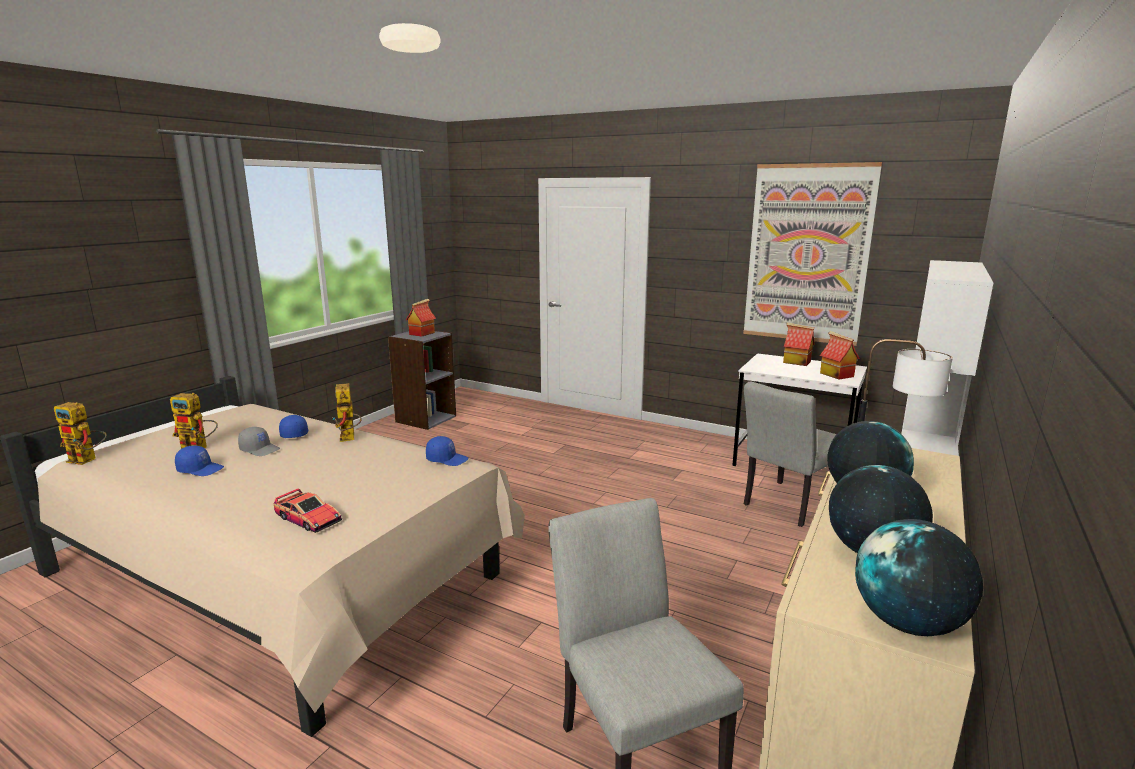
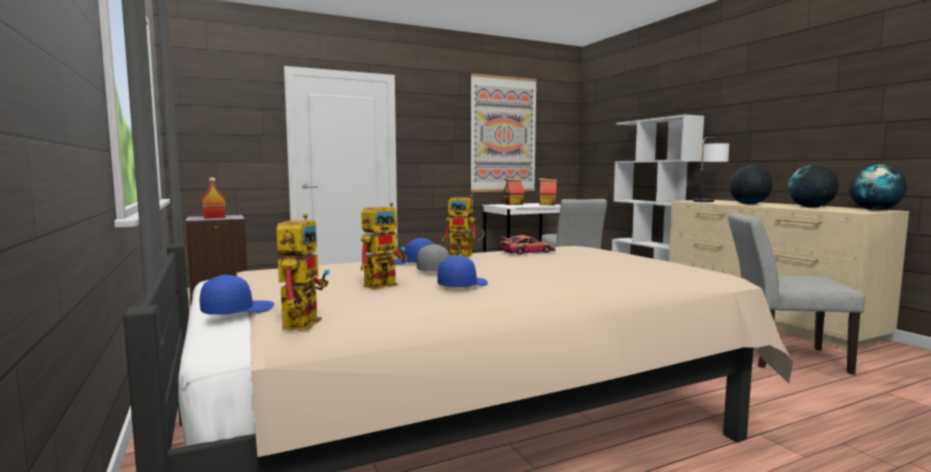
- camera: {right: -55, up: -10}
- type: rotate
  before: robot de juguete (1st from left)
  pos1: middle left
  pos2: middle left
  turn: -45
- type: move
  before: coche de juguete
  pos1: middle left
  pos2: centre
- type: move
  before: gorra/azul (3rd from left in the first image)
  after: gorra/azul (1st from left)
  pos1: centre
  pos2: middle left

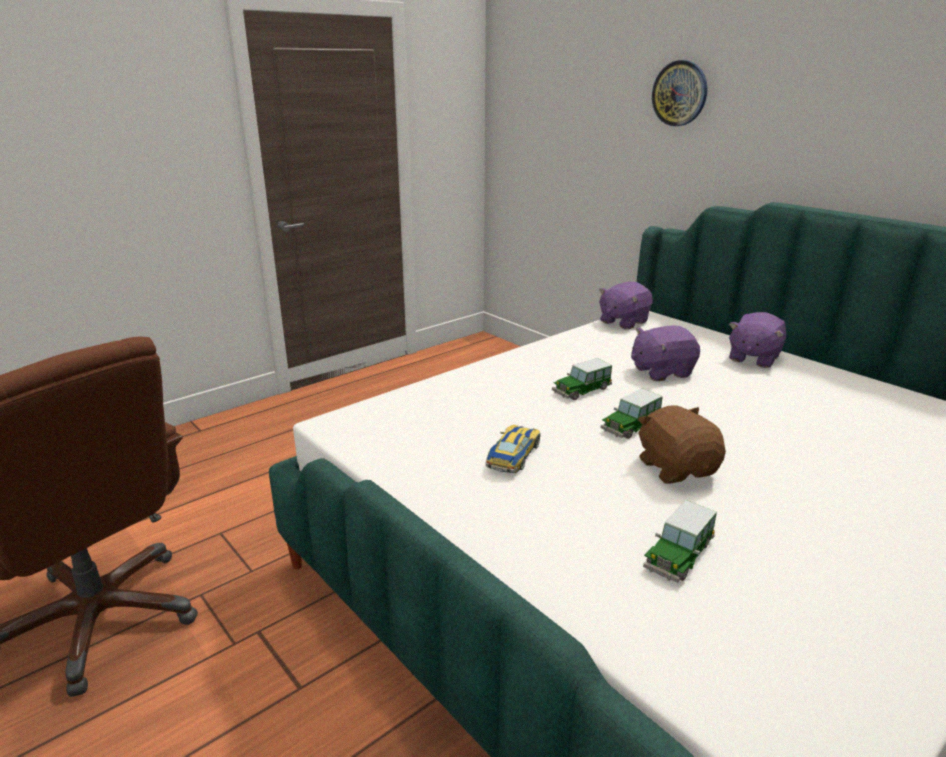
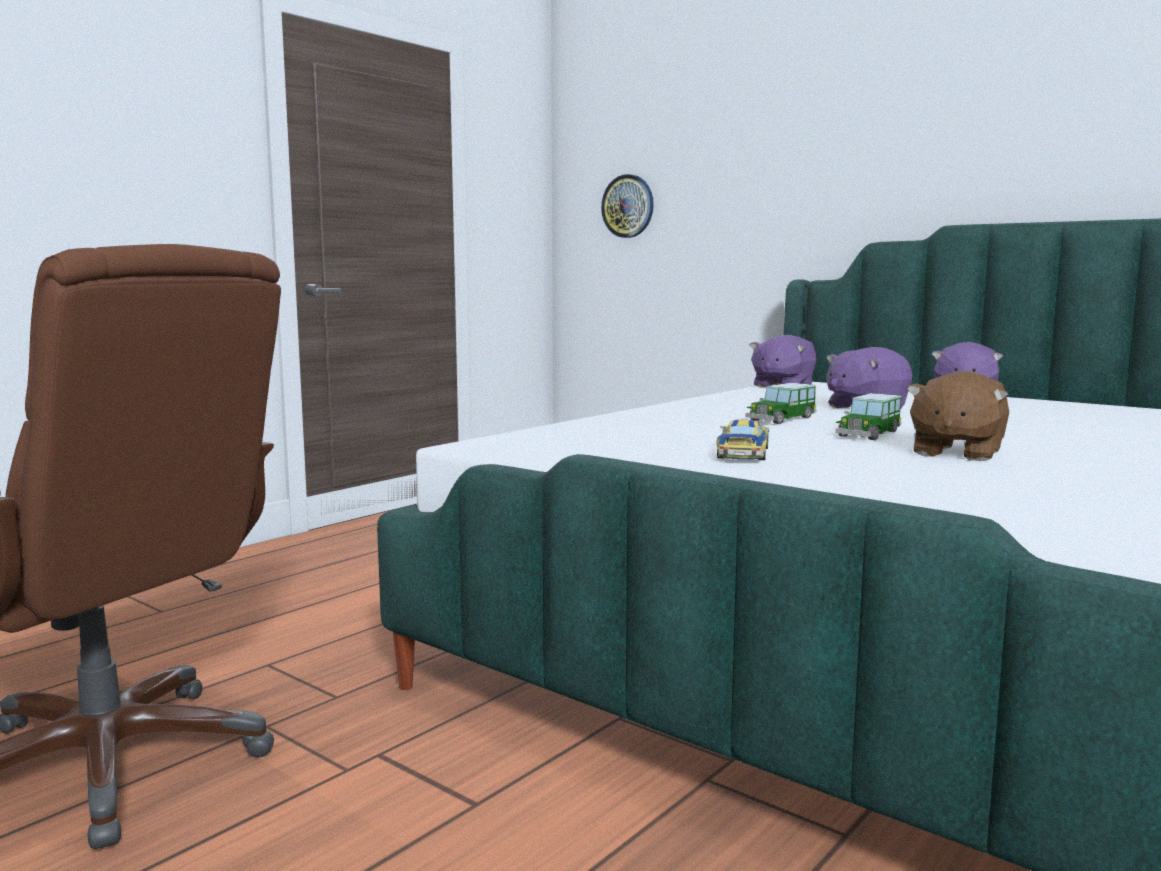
- camera: {right: -10, up: -15}
- type: rotate
  before: peluche/marrón
  pos1: middle right
  pos2: middle right
  turn: -120
- type: delete
  before: coche de juguete (4th from left)
  pos1: bottom right
- type: move
  before: reloj de pared
  pos1: top right
  pos2: top centre

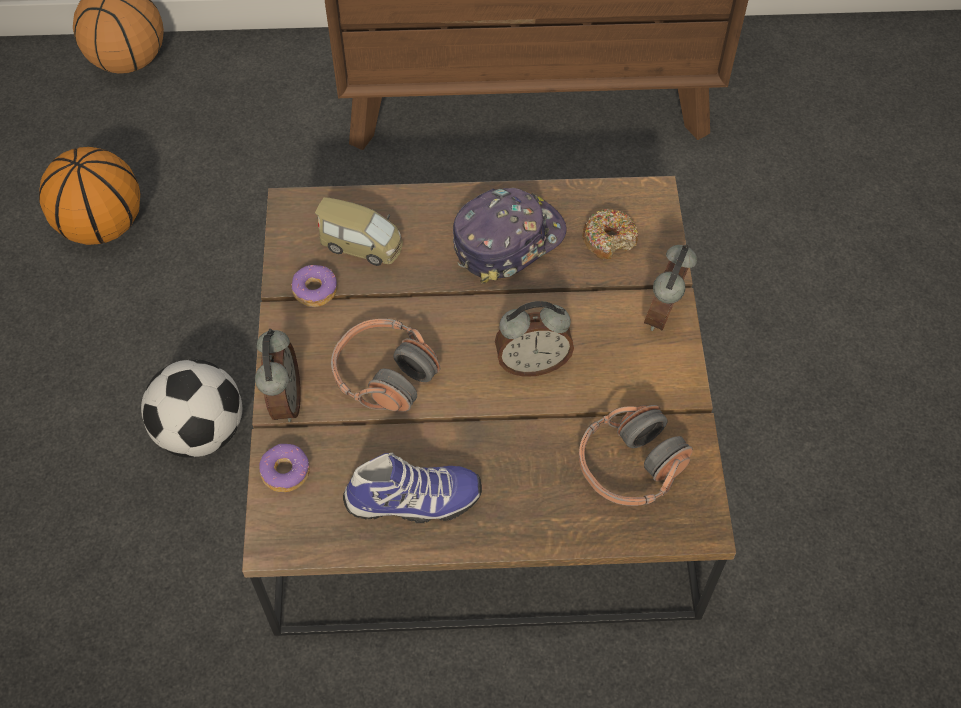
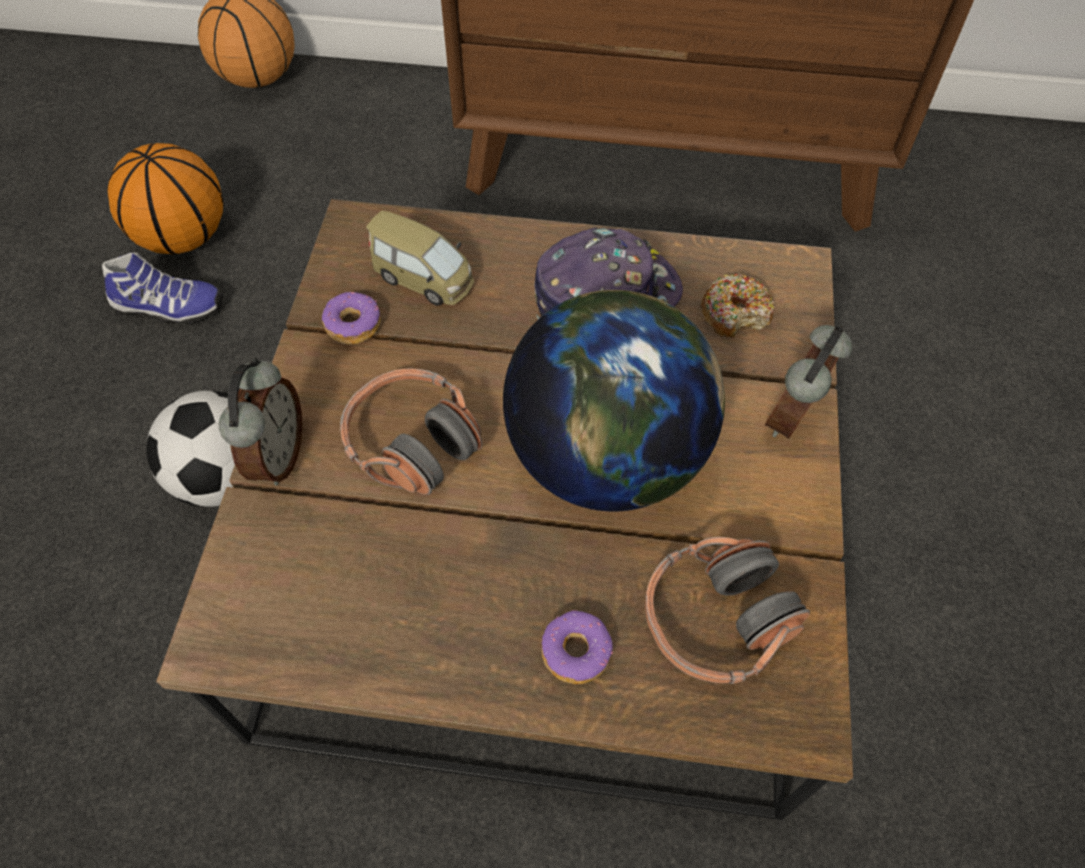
- camera: {right: 10, up: 0}
- type: move
  before: rosquilla (1st from left in the first image)
  after: rosquilla (2nd from left)
  pos1: middle left
  pos2: bottom centre
- type: move
  before: zapato
  pos1: bottom centre
  pos2: top left
- type: replace
  before: despertador (2nd from left)
  after: globo terráqueo
  pos1: centre
  pos2: centre

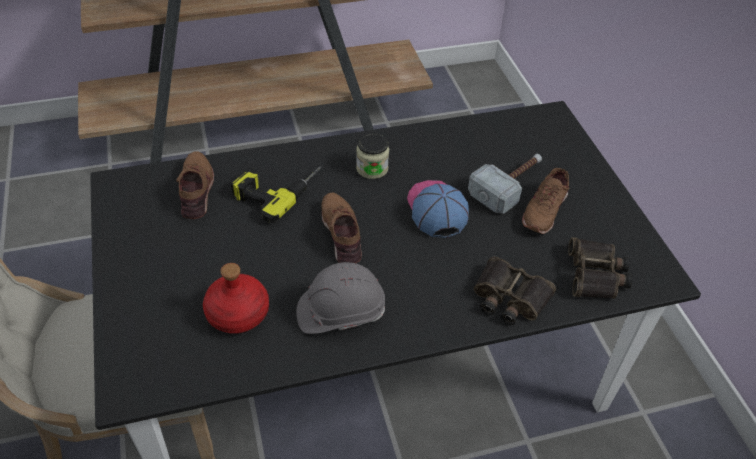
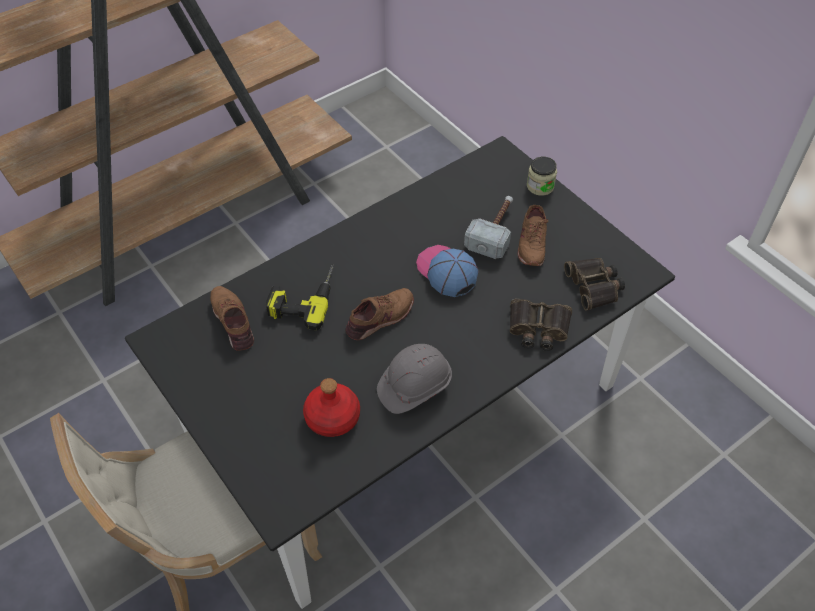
- camera: {right: -20, up: 5}
- type: rotate
  before: zapato/marrón (2nd from left)
  pos1: centre
  pos2: centre
  turn: 90
- type: move
  before: tarro
  pos1: centre
  pos2: top centre

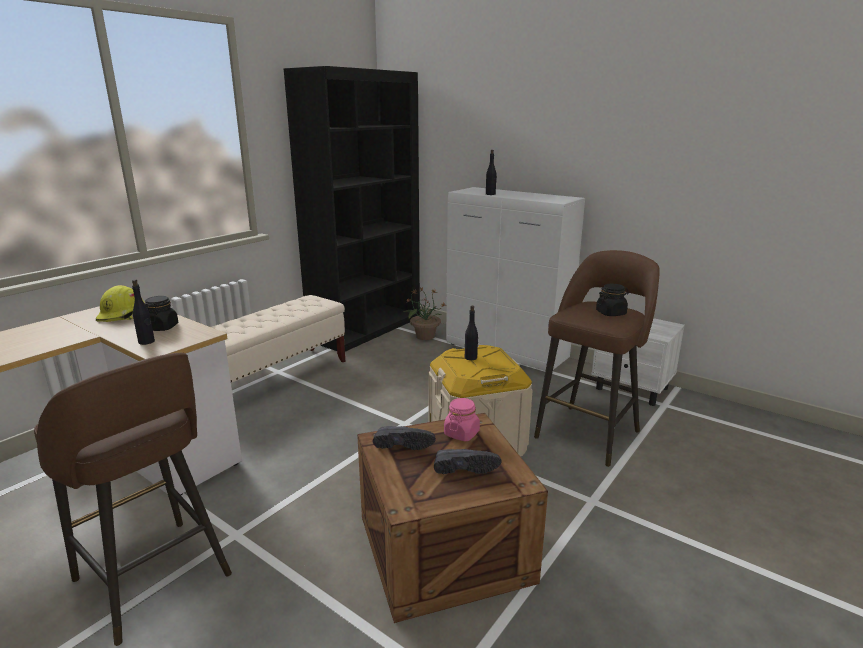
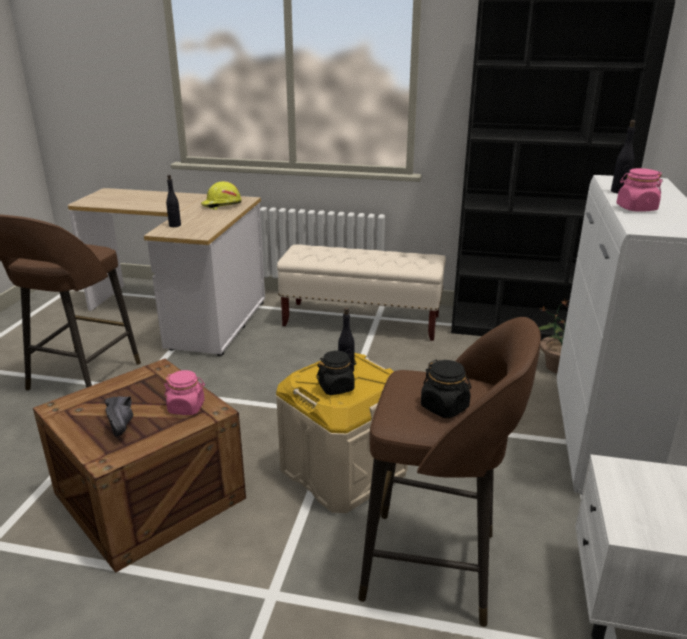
- camera: {right: 65, up: 5}
- type: move
  before: tarro/negro (1st from left)
  pos1: middle left
  pos2: centre
- type: delete
  before: zapato/negro (1st from left)
  pos1: bottom centre
- type: insert
  after: tarro/rosa (2nd from left)
  pos2: top right

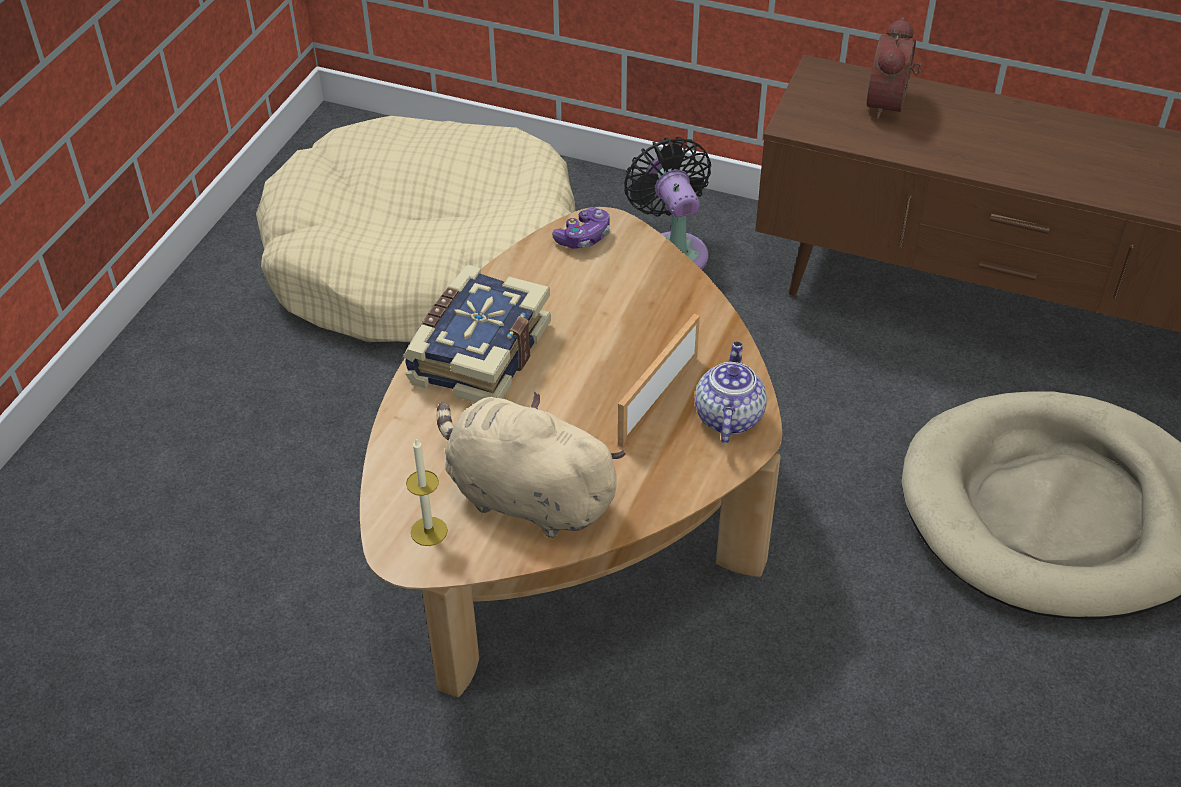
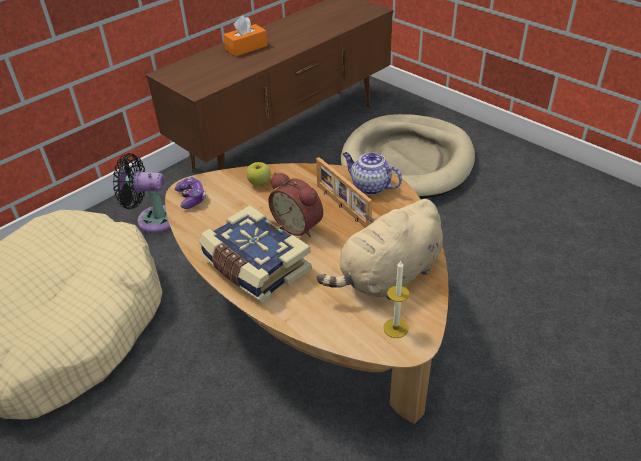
- camera: {right: -65, up: -5}
- type: move
  before: despertador
  pos1: top right
  pos2: centre
- type: insert
  after: caja de pañuelos/naranja
  pos2: top centre
- type: insert
  after: manzana
  pos2: centre

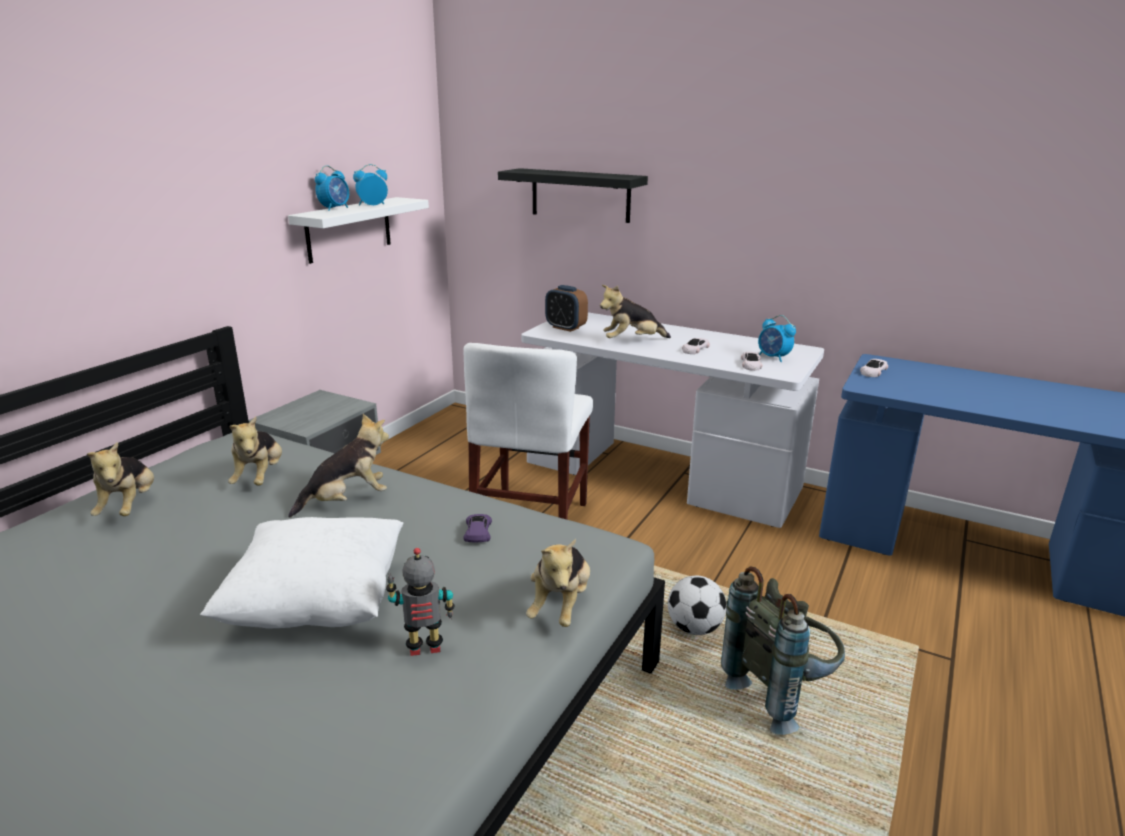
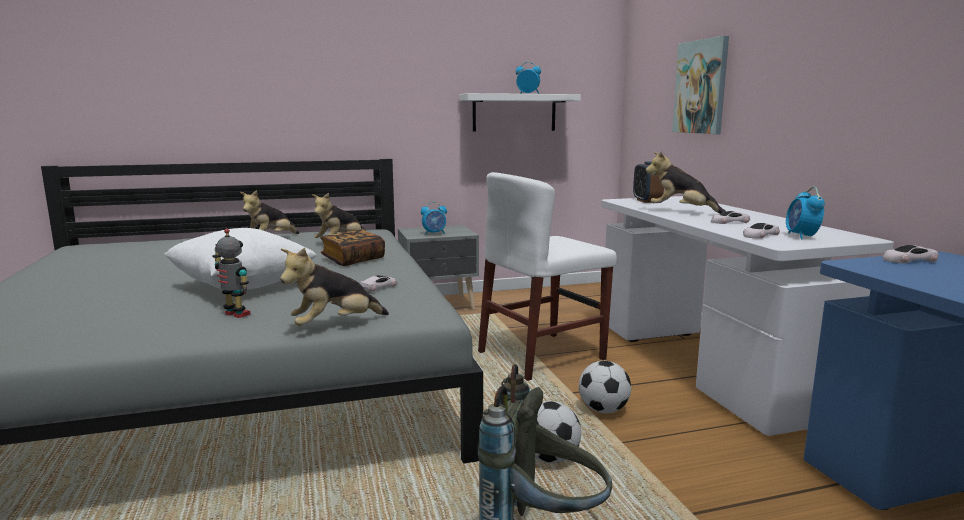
- camera: {right: 45, up: -10}
- type: replace
  before: peluche (3rd from left)
  after: libro
  pos1: middle left
  pos2: centre
- type: move
  before: despertador (1st from left)
  pos1: top left
  pos2: centre
- type: recolor
  before: coche de juguete/morado
  after: coche de juguete/blanco (1st from left)
  pos1: centre
  pos2: centre
- type: replace
  before: estante/negro
  after: cuadro
  pos1: top centre
  pos2: top right
- type: insert
  after: balón de fútbol (2nd from left)
  pos2: bottom centre

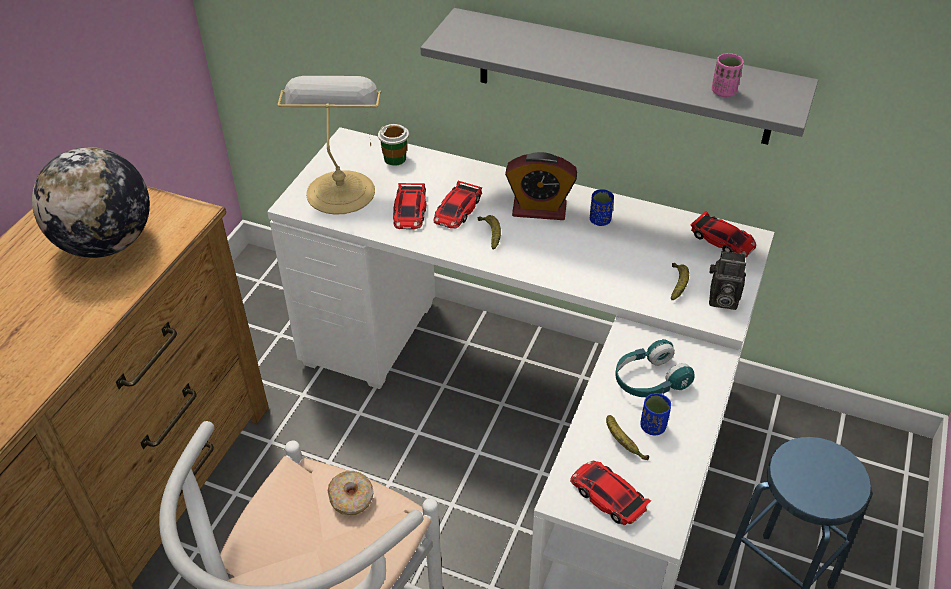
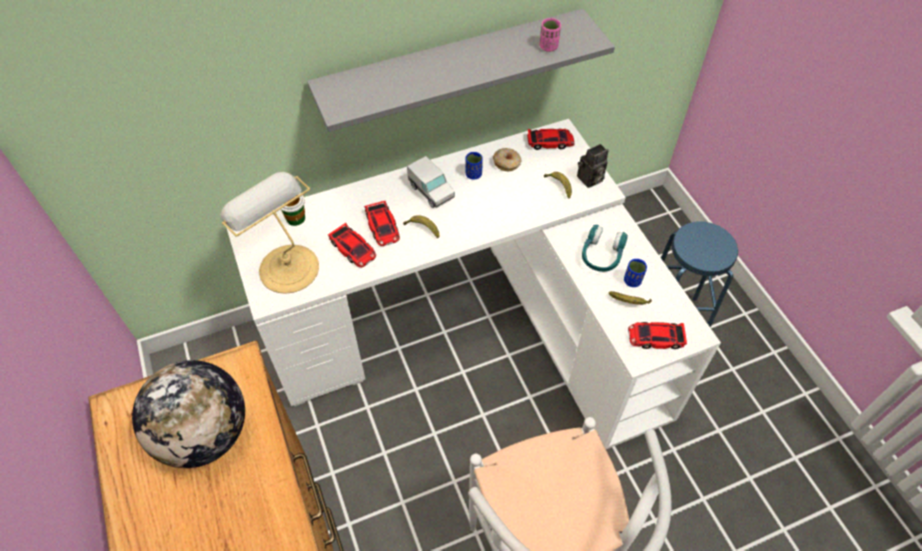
- camera: {right: -45, up: 10}
- type: move
  before: rosquilla
  pos1: bottom centre
  pos2: top centre
- type: replace
  before: despertador
  after: camión de juguete
  pos1: top centre
  pos2: top centre

